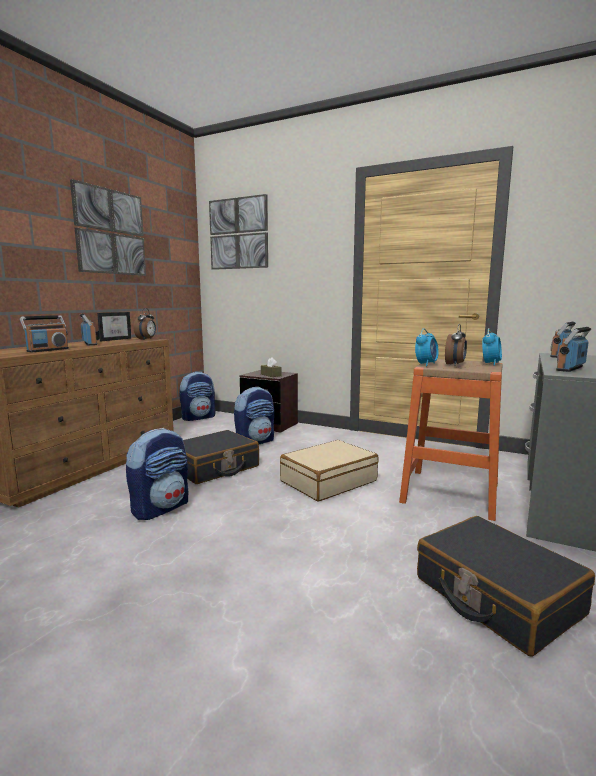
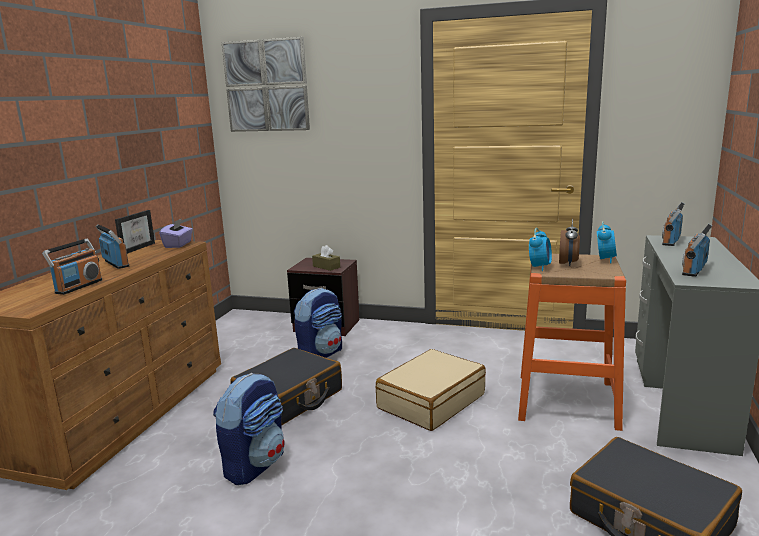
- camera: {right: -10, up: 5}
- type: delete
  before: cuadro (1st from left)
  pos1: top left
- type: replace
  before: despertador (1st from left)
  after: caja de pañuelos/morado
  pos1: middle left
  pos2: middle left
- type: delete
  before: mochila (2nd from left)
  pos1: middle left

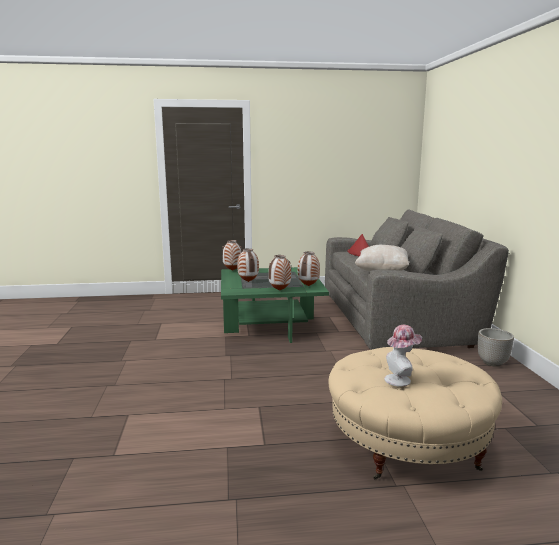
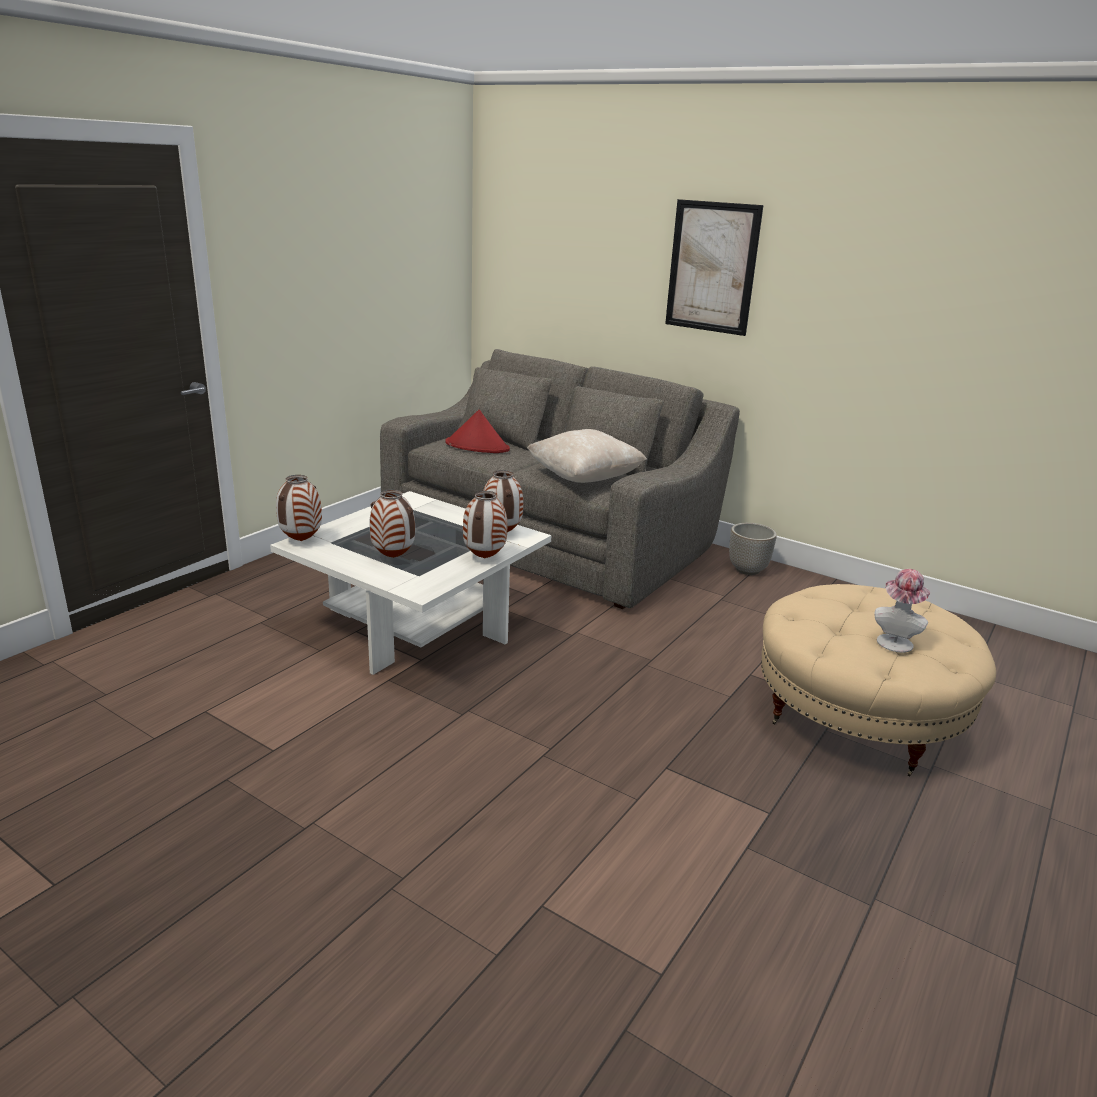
- camera: {right: -50, up: 10}
- type: recolor
  before: mesa de centro/verde
  after: mesa de centro/blanco
  pos1: centre
  pos2: centre
- type: insert
  after: cuadro
  pos2: top centre

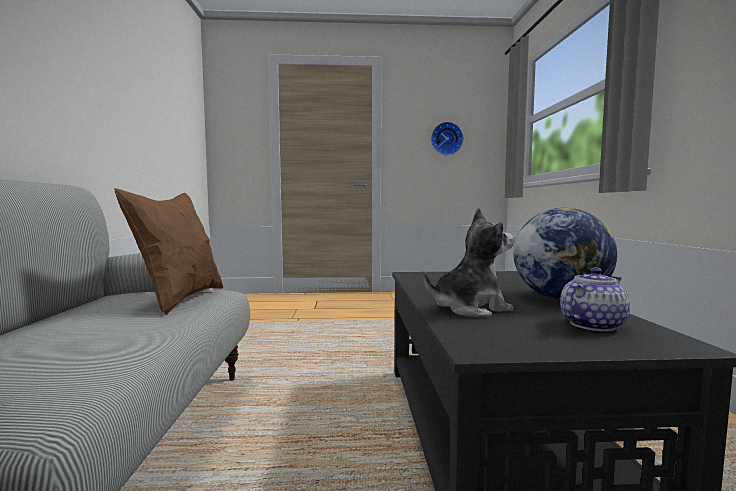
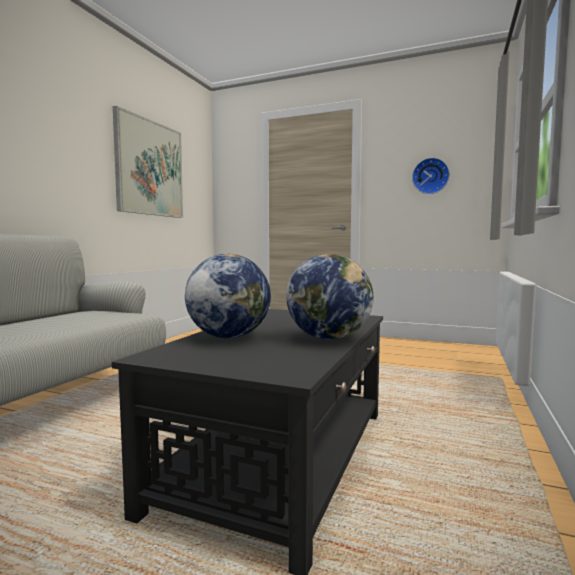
- camera: {right: 25, up: 0}
- type: delete
  before: cojín/marrón
  pos1: middle left
- type: replace
  before: peluche
  after: globo terráqueo (1st from left)
  pos1: centre
  pos2: centre
- type: delete
  before: tetera
  pos1: middle right
- type: insert
  after: cuadro
  pos2: top left

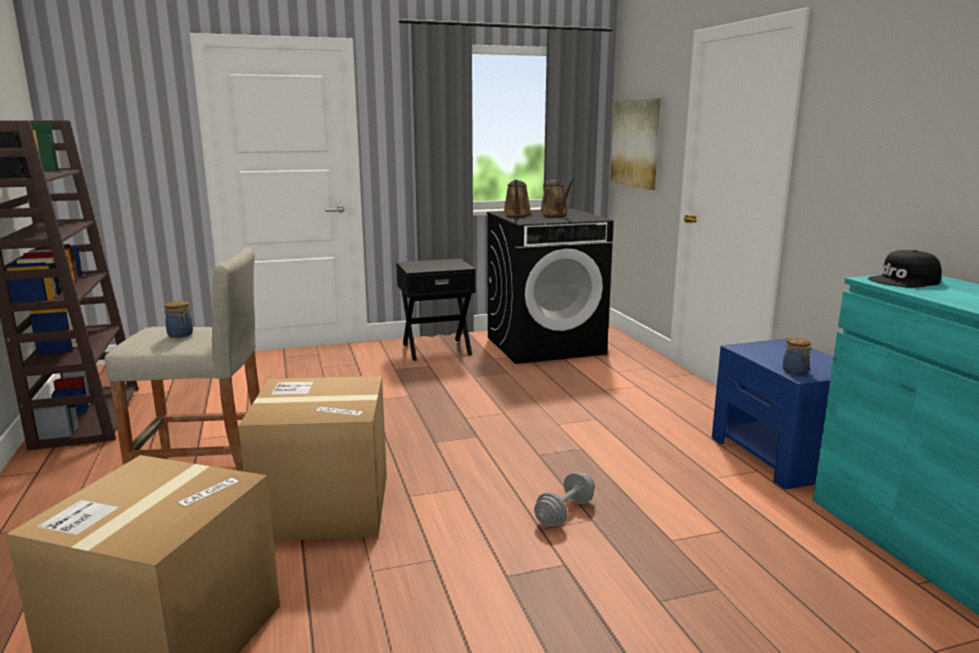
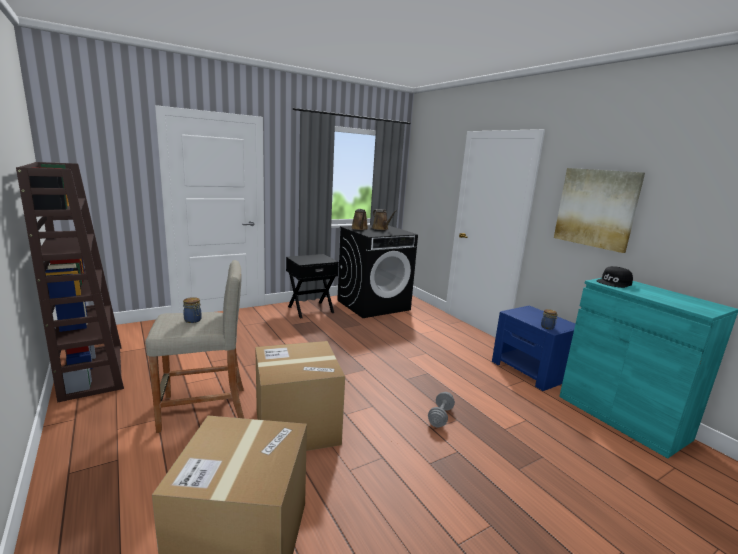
- camera: {right: -15, up: 0}
- type: move
  before: cuadro
  pos1: top centre
  pos2: middle right

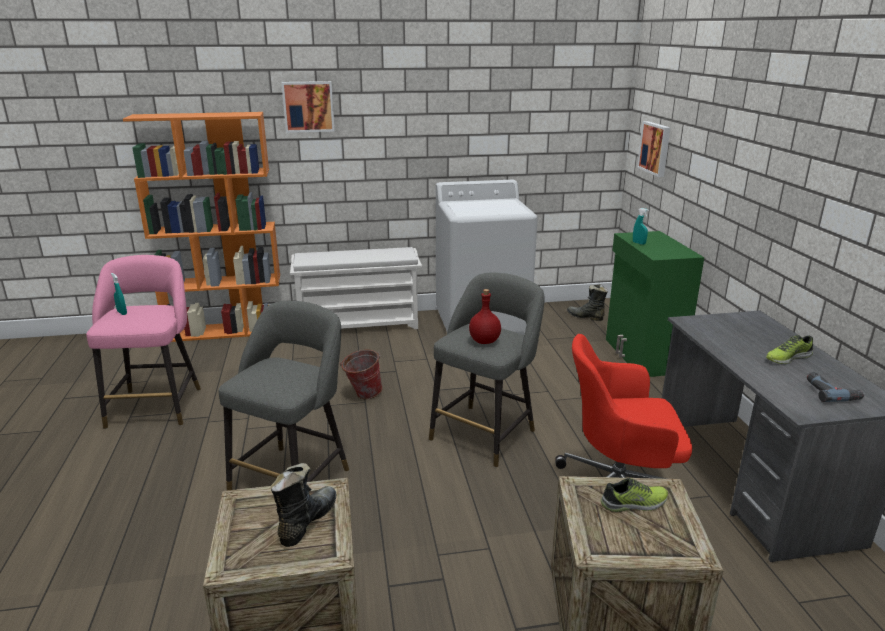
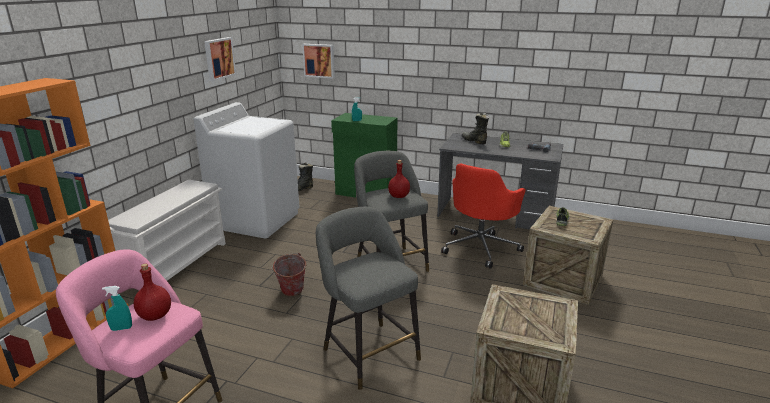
- camera: {right: -60, up: 0}
- type: move
  before: bota/negro (1st from left in the first image)
  after: bota/negro (2nd from left)
  pos1: bottom centre
  pos2: top centre
- type: move
  before: cuadro (1st from left)
  pos1: top centre
  pos2: top left
- type: insert
  after: botella/rojo (1st from left)
  pos2: bottom left

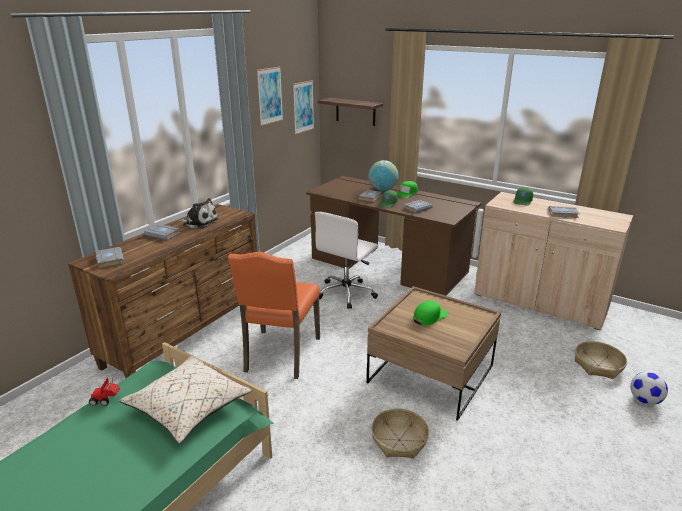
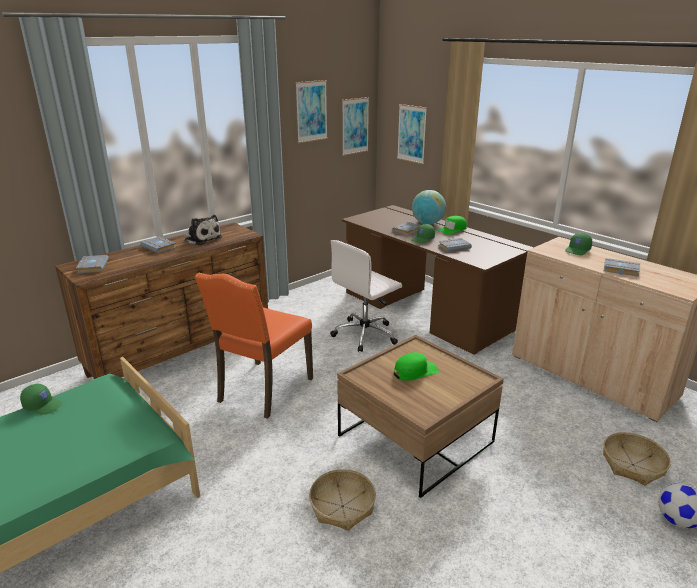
- camera: {right: 15, up: 0}
- type: replace
  before: coche de juguete
  after: gorra/verde (1st from left)
  pos1: bottom left
  pos2: bottom left
- type: delete
  before: cojín/beis
  pos1: bottom left
- type: replace
  before: estante
  after: cuadro (3rd from left)
  pos1: top centre
  pos2: top centre

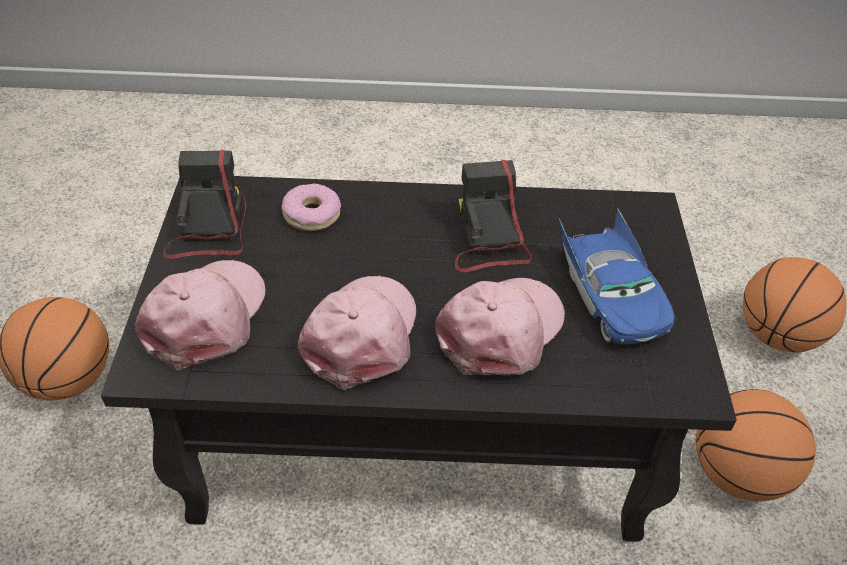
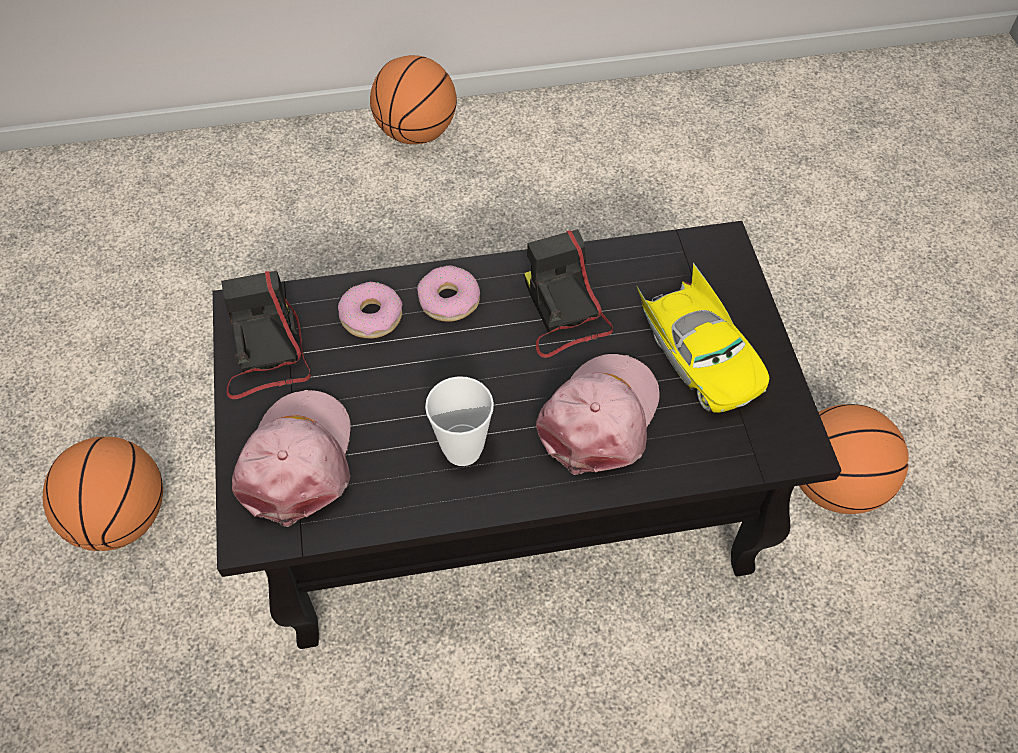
- camera: {right: -10, up: 10}
- type: replace
  before: gorra/rosa (2nd from left)
  after: taza
  pos1: centre
  pos2: centre
- type: recolor
  before: coche de juguete/azul
  after: coche de juguete/amarillo
  pos1: middle right
  pos2: middle right
- type: move
  before: balón de baloncesto (3rd from left in the first image)
  after: balón de baloncesto (2nd from left)
  pos1: middle right
  pos2: top centre
- type: insert
  after: rosquilla (2nd from left)
  pos2: centre

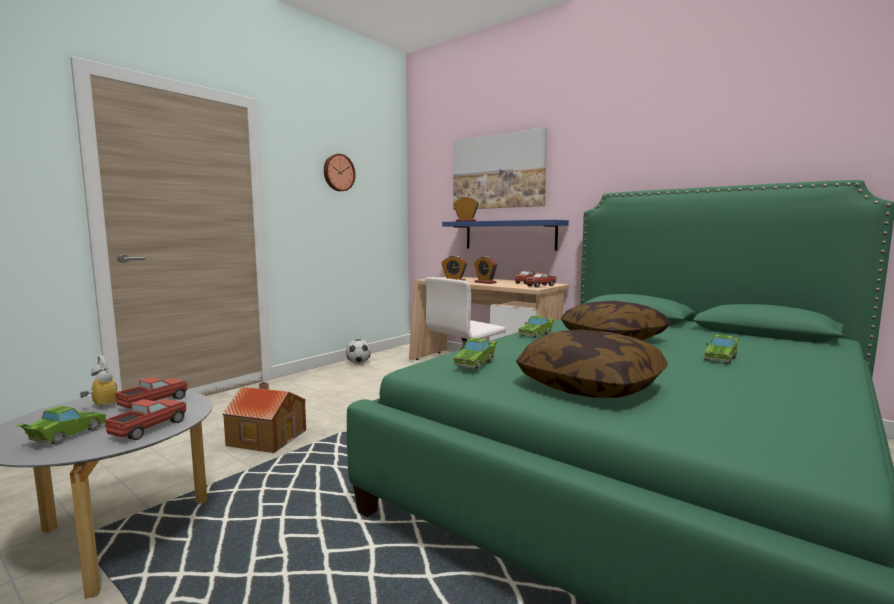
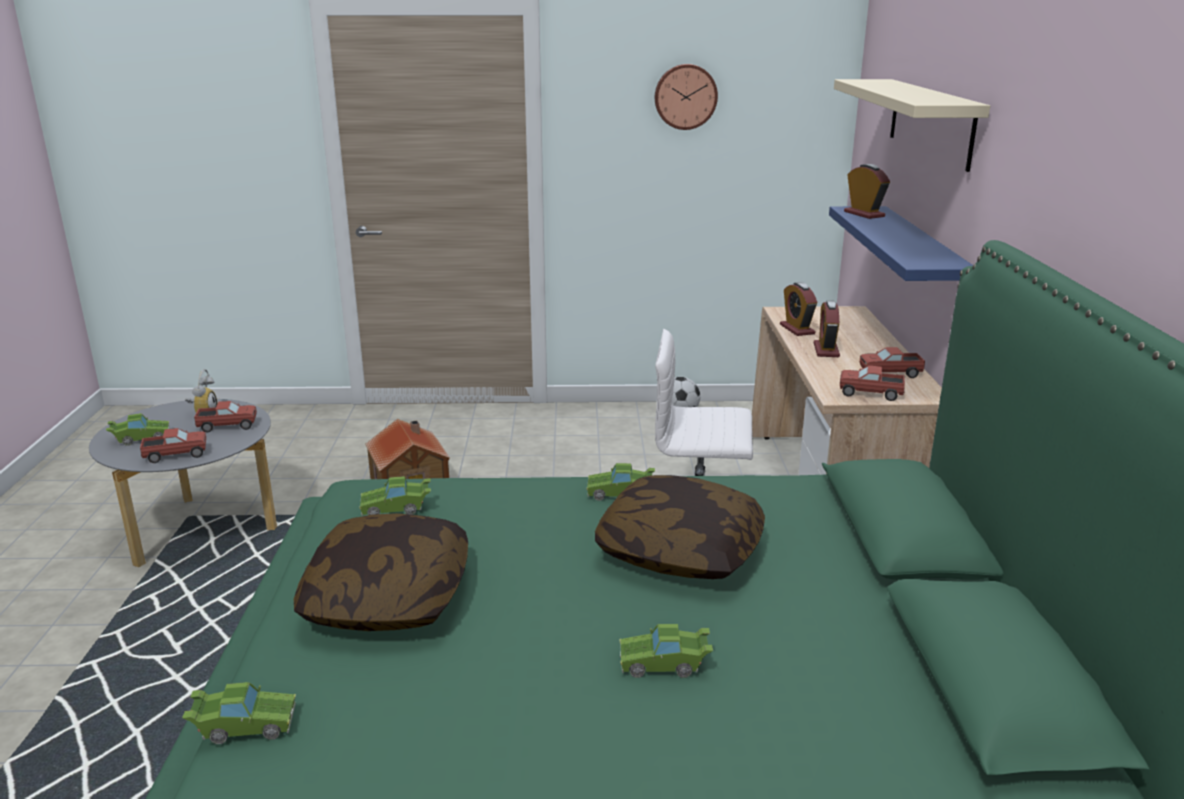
- camera: {right: 50, up: 15}
- type: replace
  before: cuadro
  after: estante/beis
  pos1: top centre
  pos2: top right
- type: insert
  after: coche de juguete/verde (2nd from left)
  pos2: bottom left

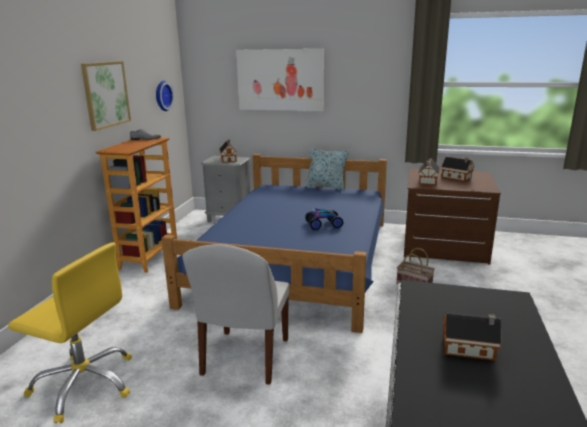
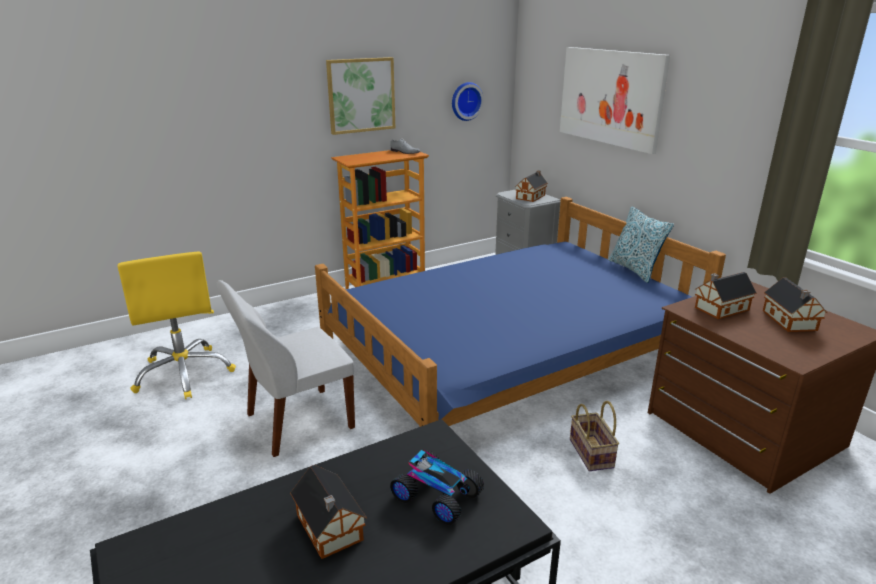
- camera: {right: 45, up: 5}
- type: move
  before: coche de juguete
  pos1: centre
  pos2: bottom centre

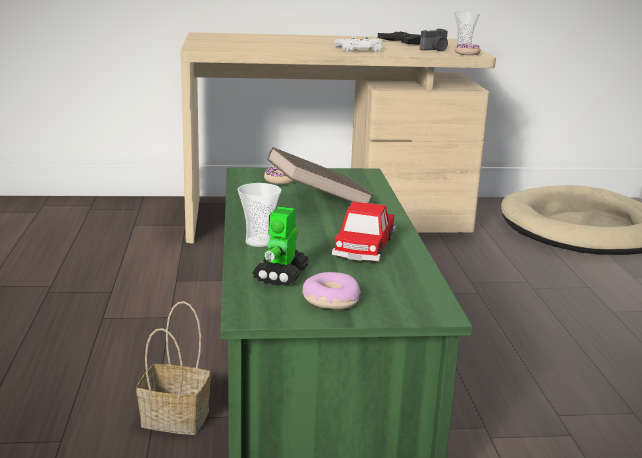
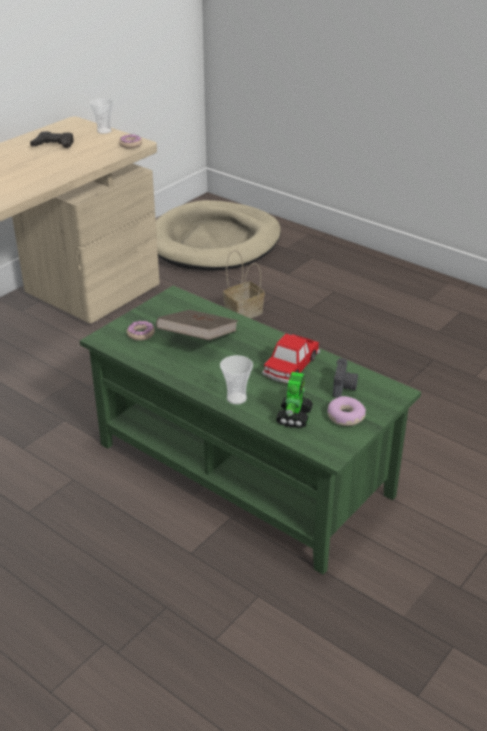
- camera: {right: -45, up: 15}
- type: move
  before: cesta
  pos1: bottom left
  pos2: centre
- type: rotate
  before: robot de juguete
  pos1: centre
  pos2: centre
  turn: -135
- type: rotate
  before: coche de juguete
  pos1: centre
  pos2: centre
  turn: 60
- type: delete
  before: mando de consola/blanco
  pos1: top centre
- type: move
  before: cámara
  pos1: top right
  pos2: middle right

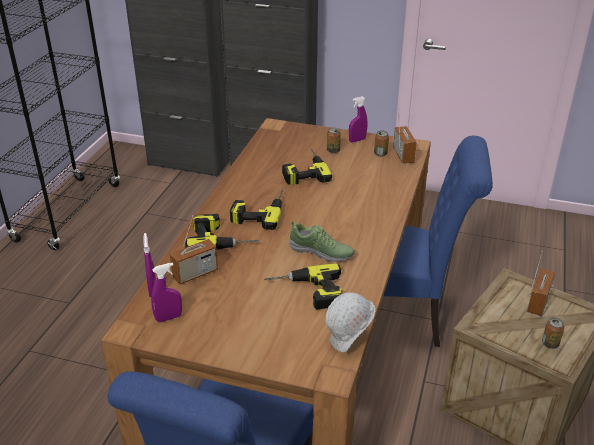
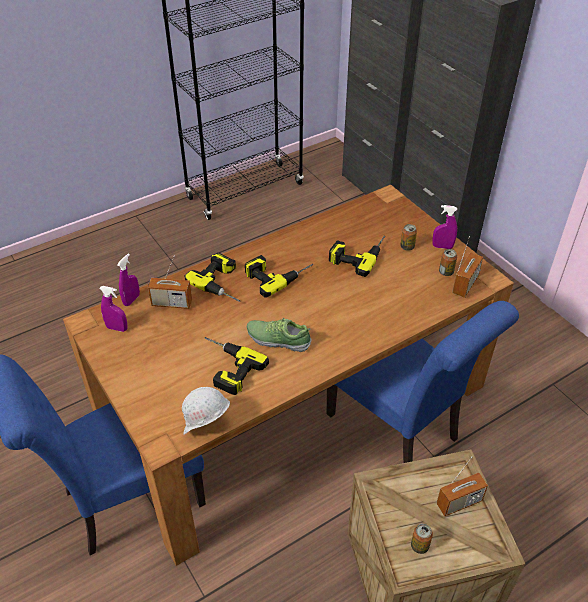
- camera: {right: 40, up: 10}
- type: rotate
  before: zapato
  pos1: centre
  pos2: centre
  turn: 135

